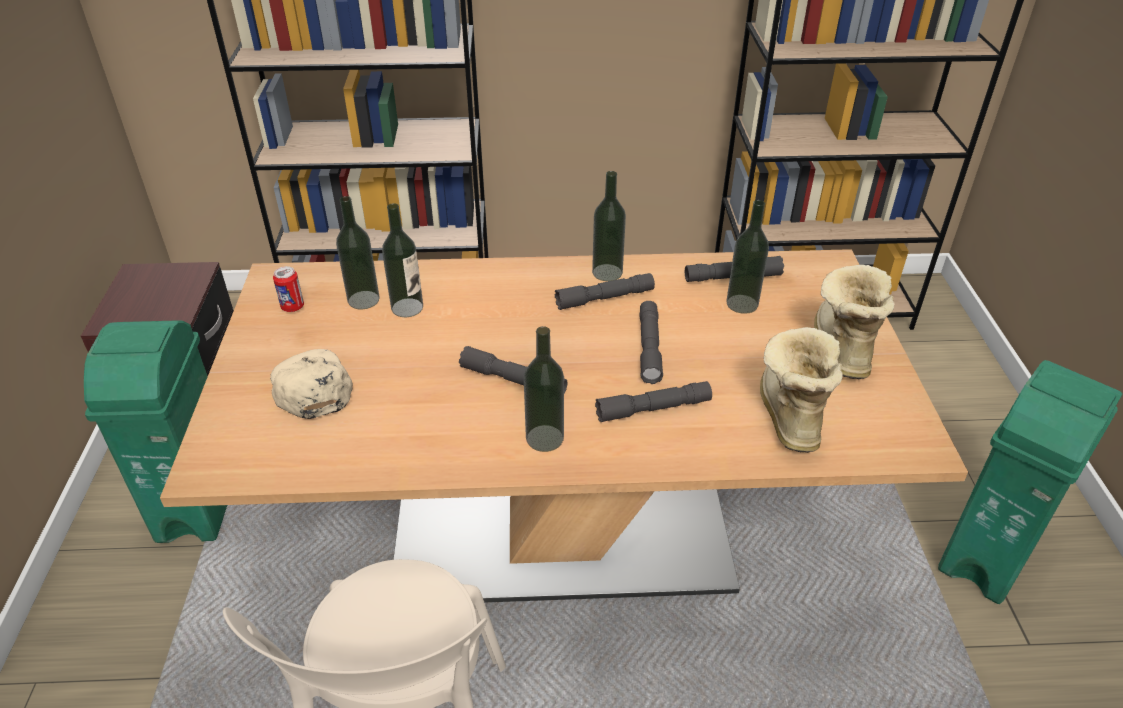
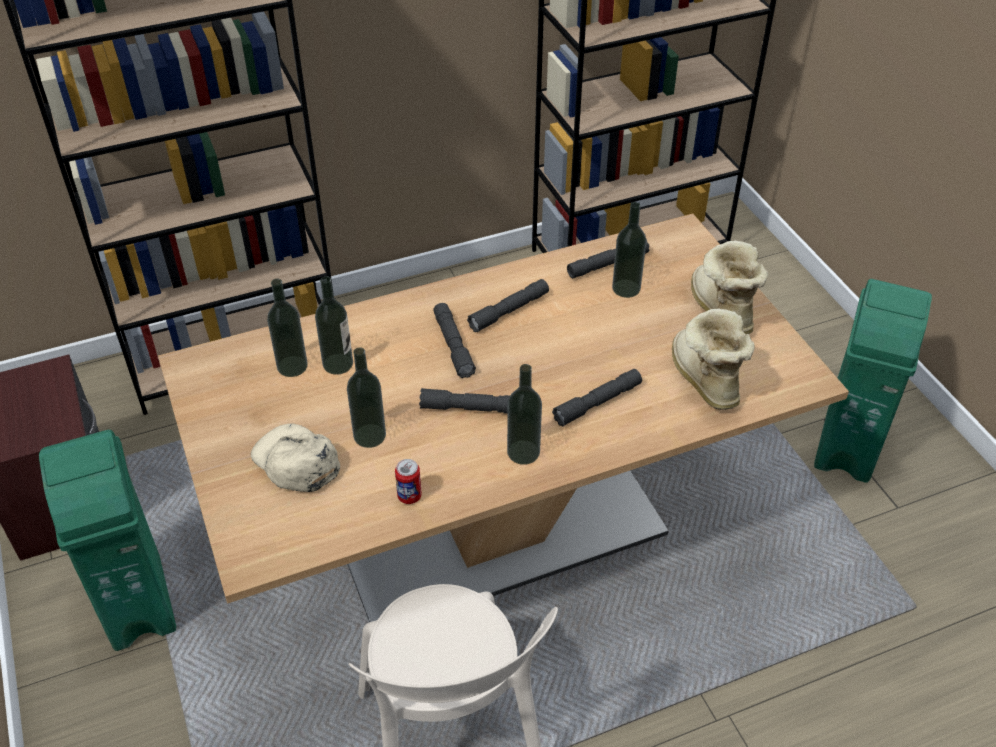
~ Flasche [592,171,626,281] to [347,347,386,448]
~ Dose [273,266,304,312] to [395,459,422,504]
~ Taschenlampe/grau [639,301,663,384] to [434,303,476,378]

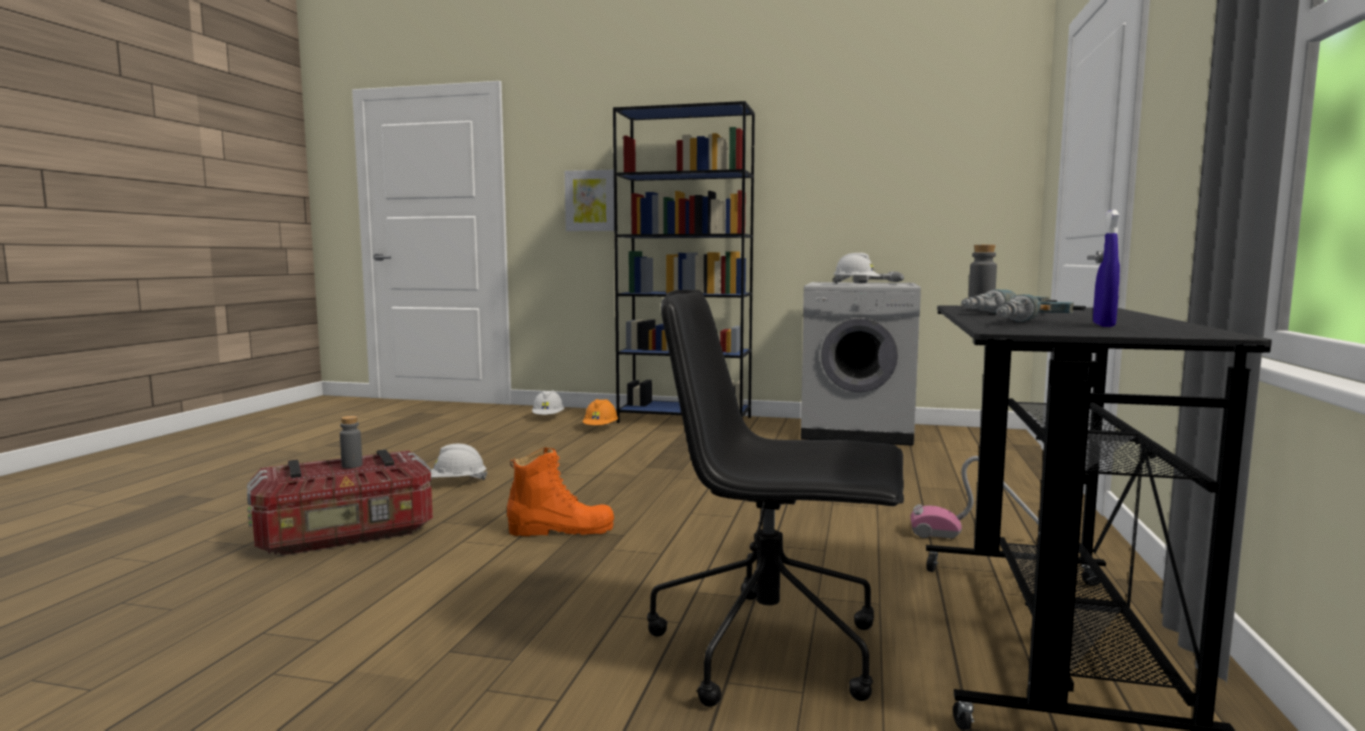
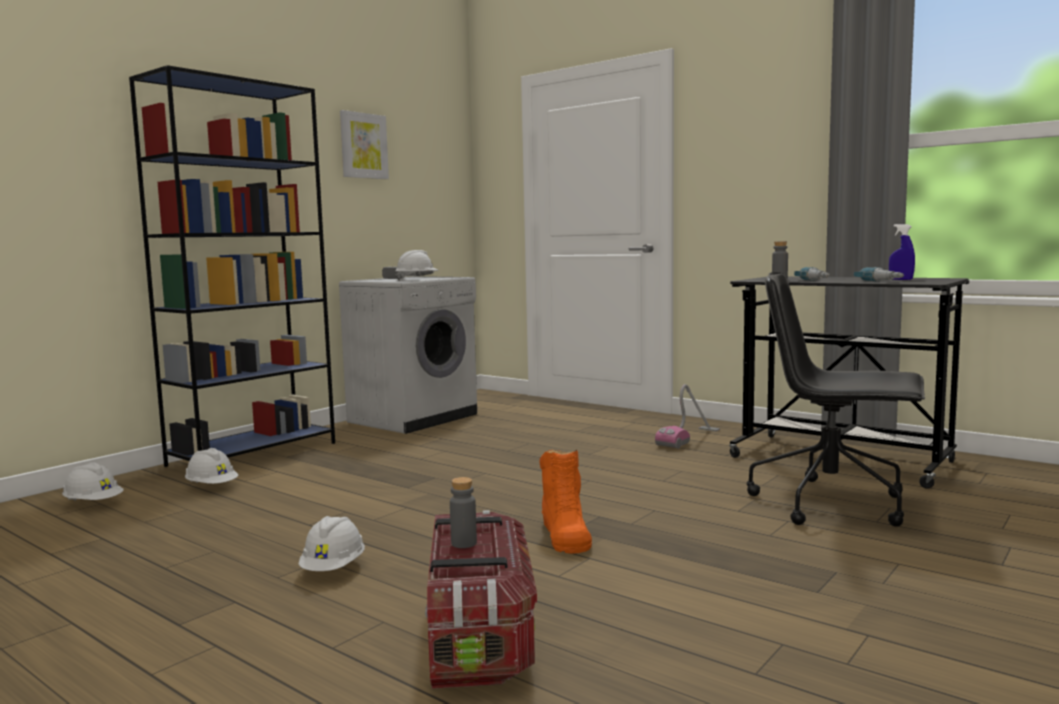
~ Bild [565,170,614,231] to [340,110,389,179]
~ Bürostuhl/schwarz [647,290,904,707] = [747,272,925,527] 75 degrees clockwise
~ Schutzhelm/orange [583,399,618,425] to Schutzhelm/weiß [185,448,239,484]
~ Stiefel/orange [507,447,614,536] = [539,450,592,554] 150 degrees clockwise

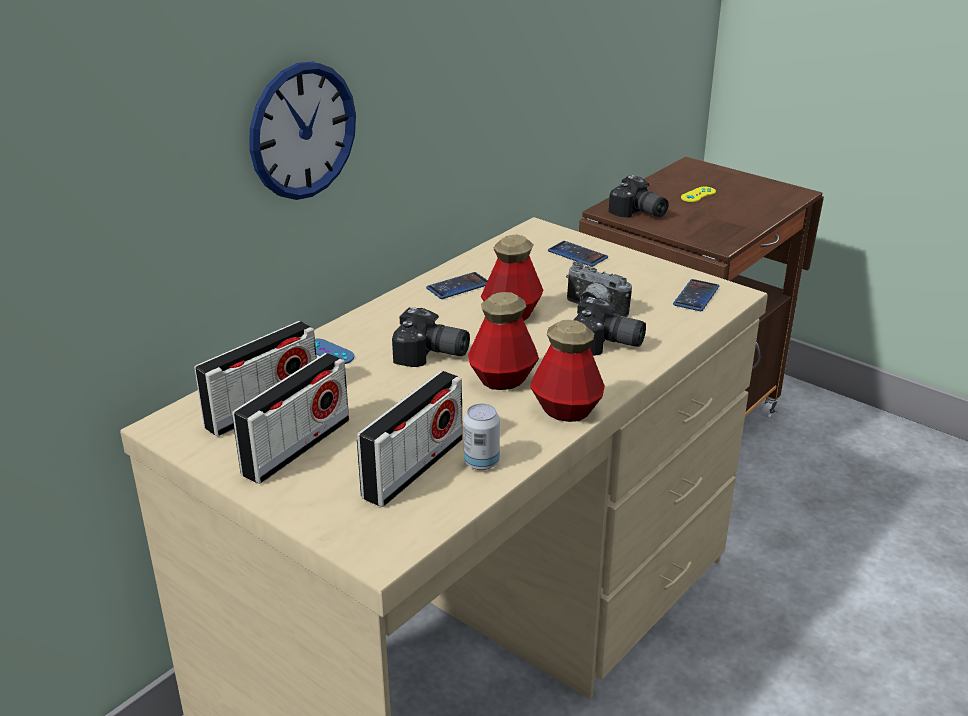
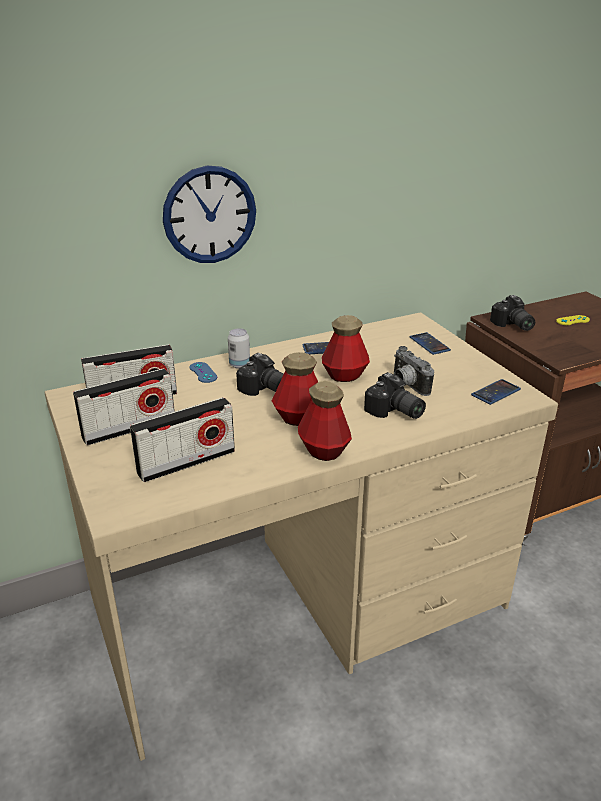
~ Dose [464,404,500,470] to [228,328,250,369]

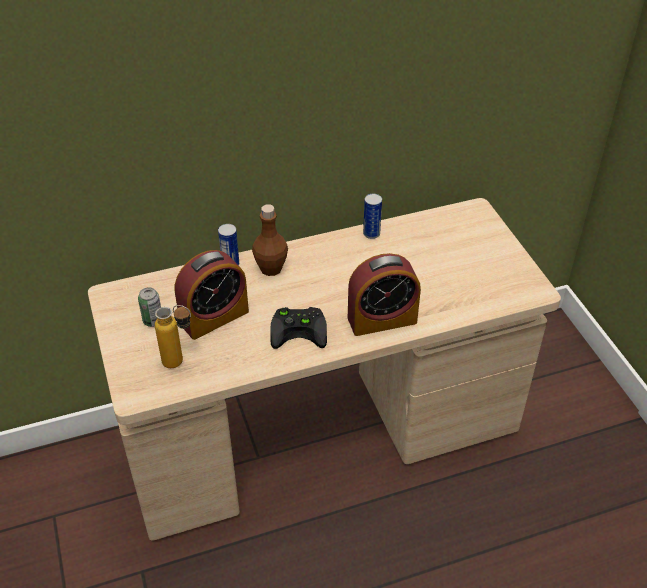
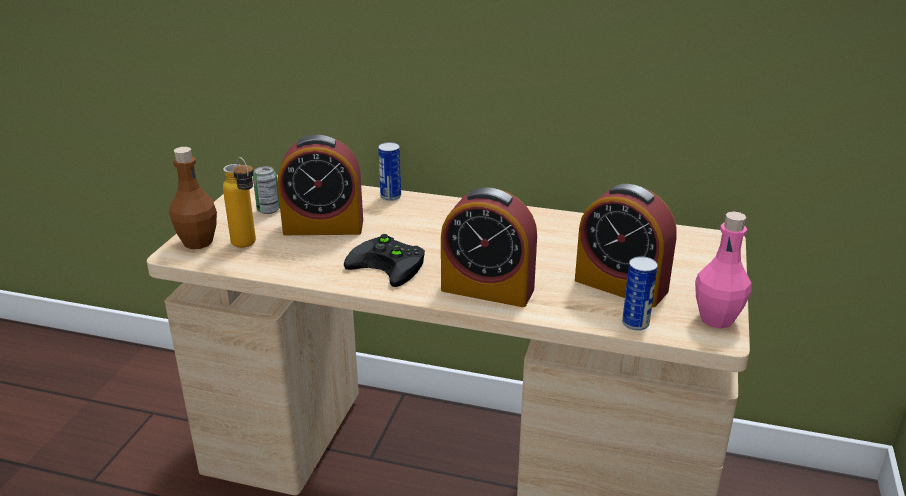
~ Dose [363,194,382,239] to [622,256,658,331]
~ Flasche/braun [252,204,288,276] to [169,147,217,249]
+ Wecker [575,184,677,307]
+ Flasche/rosa [695,212,751,329]

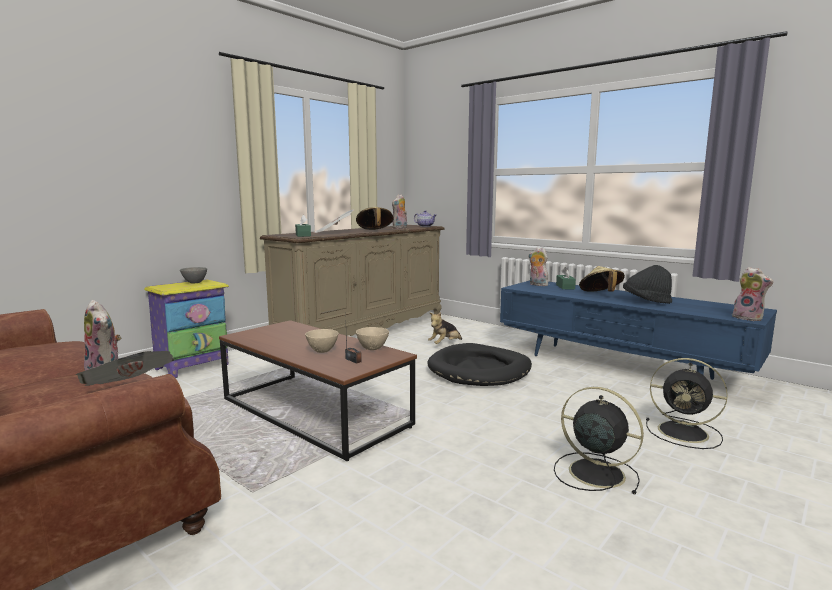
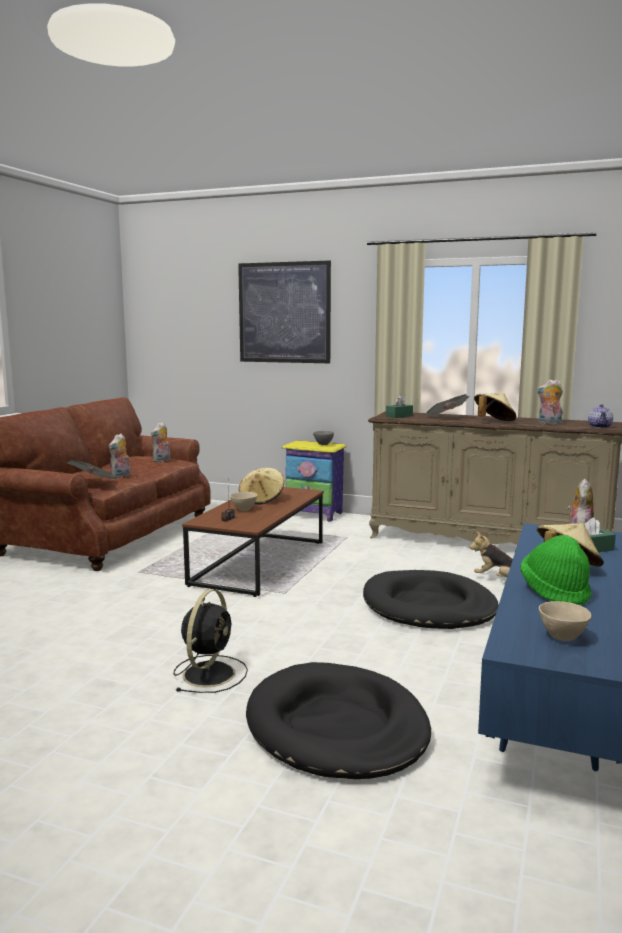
~ Hut/schwarz [623,265,672,304] to Hut/grün [520,535,591,605]
~ Plüschtier [730,267,773,321] to [151,422,171,463]
~ Schüssel/beige [356,327,389,350] to [539,601,591,641]
~ Ventilator/schwarz [646,358,728,449] to Hundebett/schwarz [246,662,431,779]
+ Bild [238,261,331,363]
+ Hut/beige [239,468,284,504]

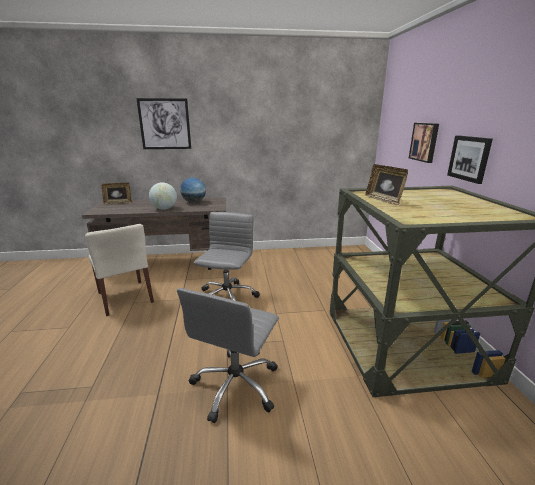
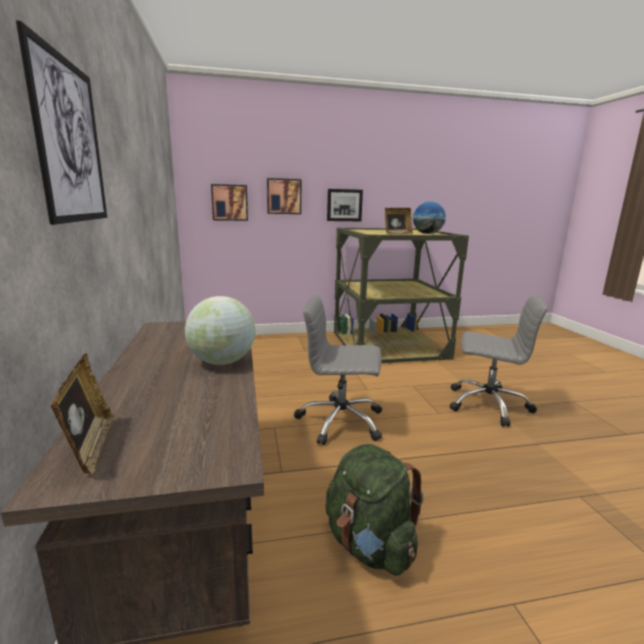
~ Globus [180,178,206,203] to [413,201,446,234]
~ Stuhl/beige [85,224,154,316] to Rucksack/grün [326,444,424,576]
+ Bild [211,184,248,221]

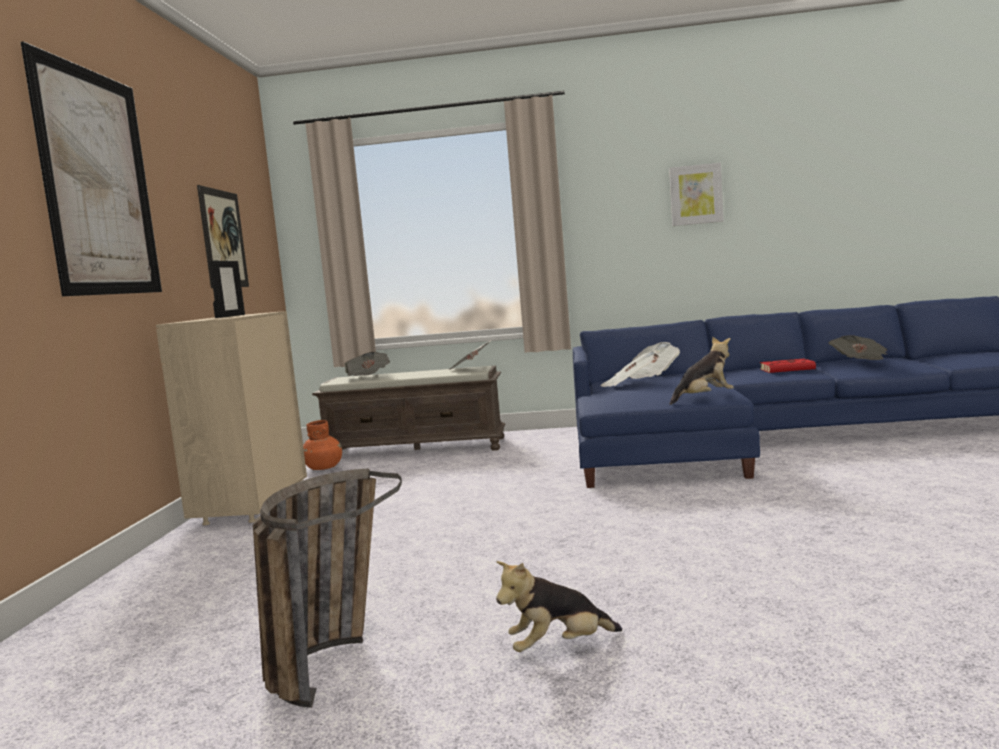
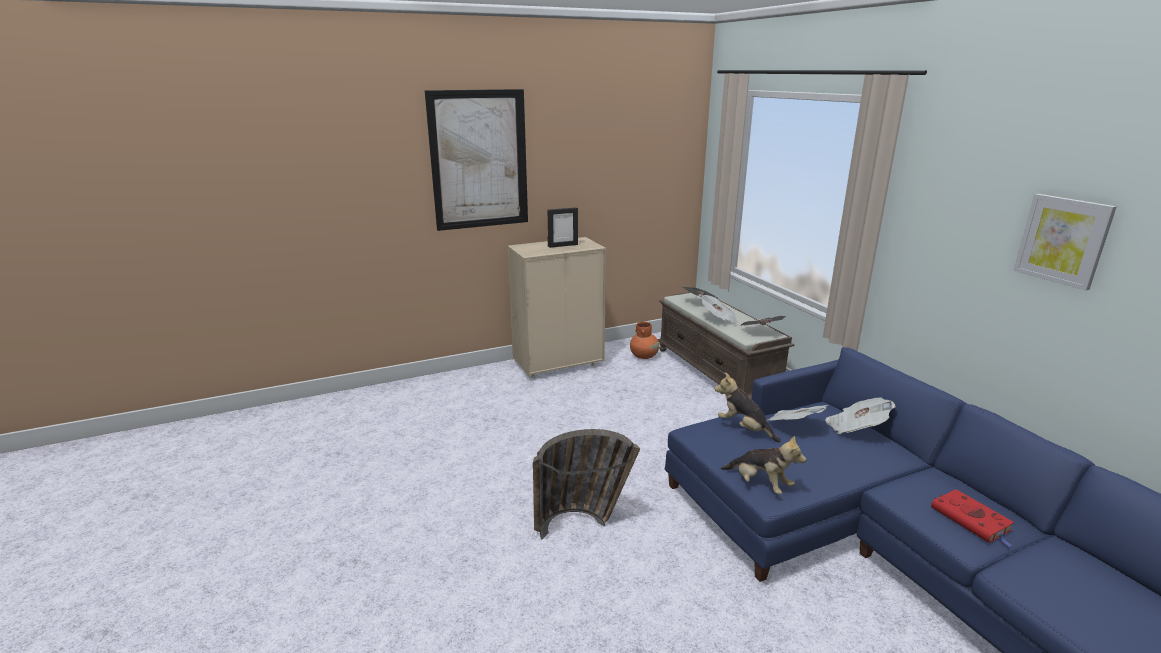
- Bild [197,185,249,288]
~ Zeitung [829,335,887,360] to [699,294,739,325]
~ Korb [253,468,402,708] to [533,429,640,539]
~ Plüschtier [496,561,622,652] to [715,372,781,442]

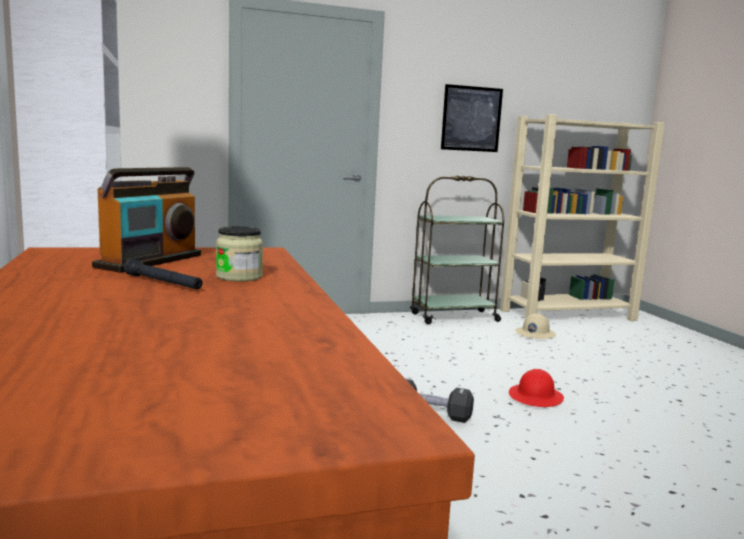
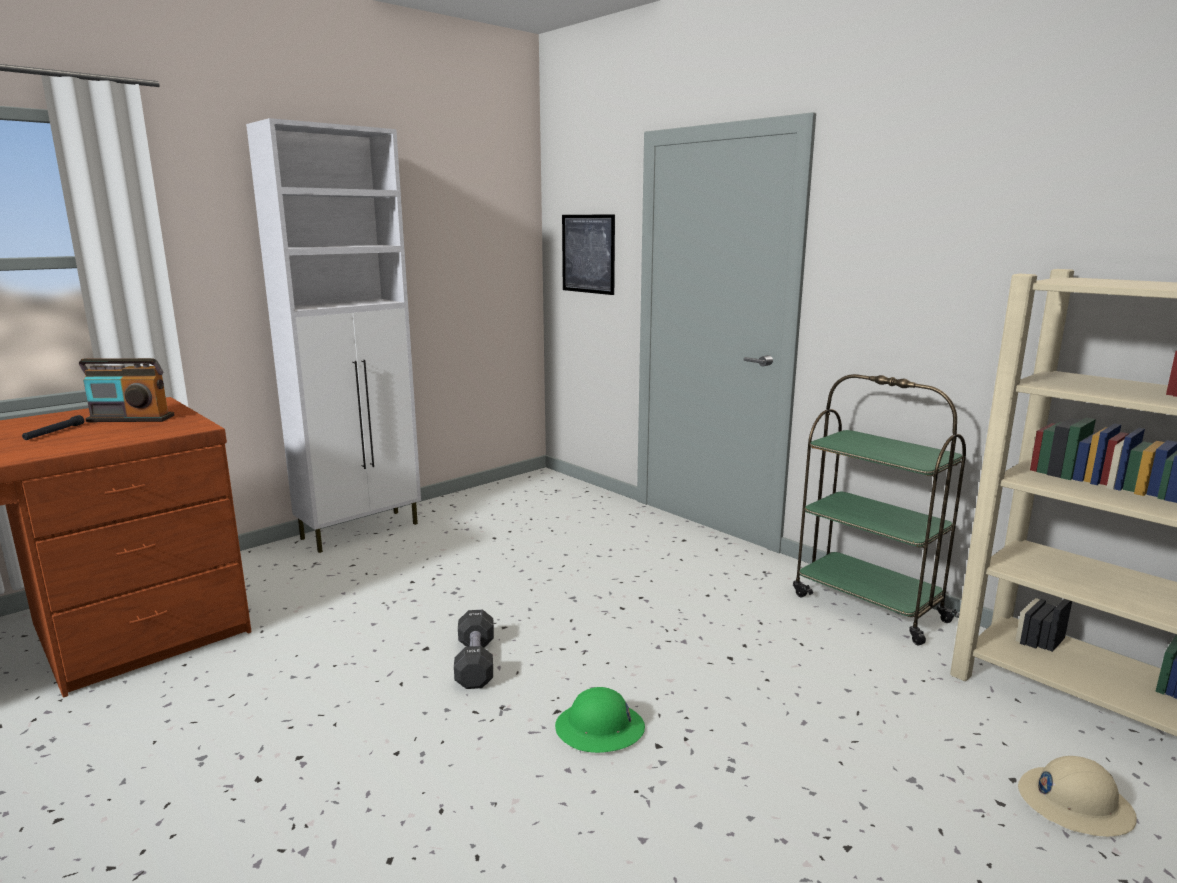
~ Bild [441,84,503,152] to [562,214,615,295]
- Vorratsglas [216,226,263,282]
~ Schutzhelm/beige [515,313,556,339] to [1018,756,1137,837]
~ Schutzhelm/rot [509,369,564,407] to Schutzhelm/grün [555,687,645,753]

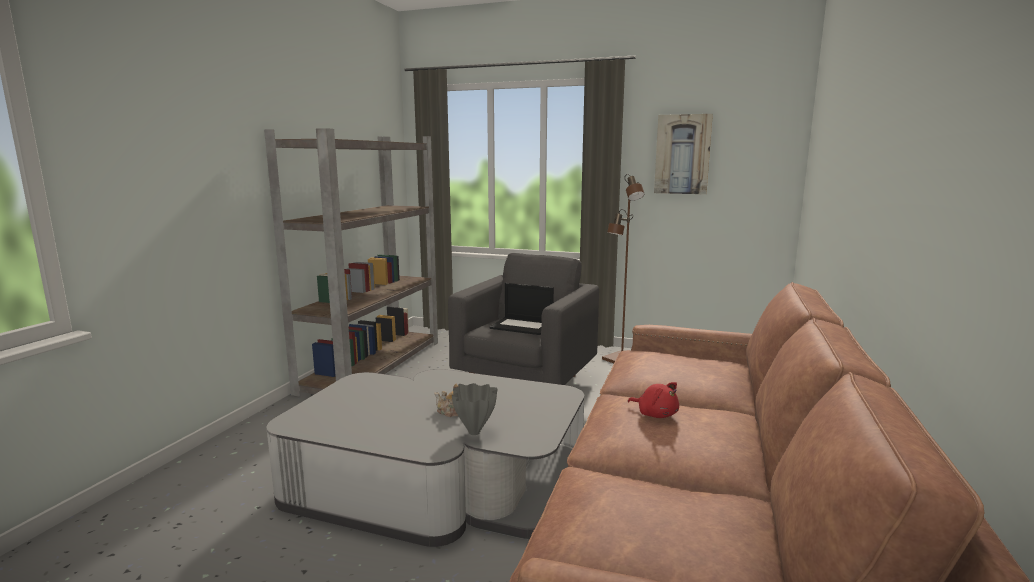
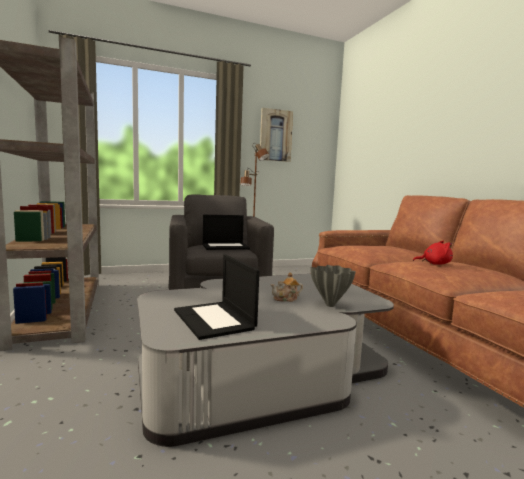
+ Laptop [174,255,260,340]

